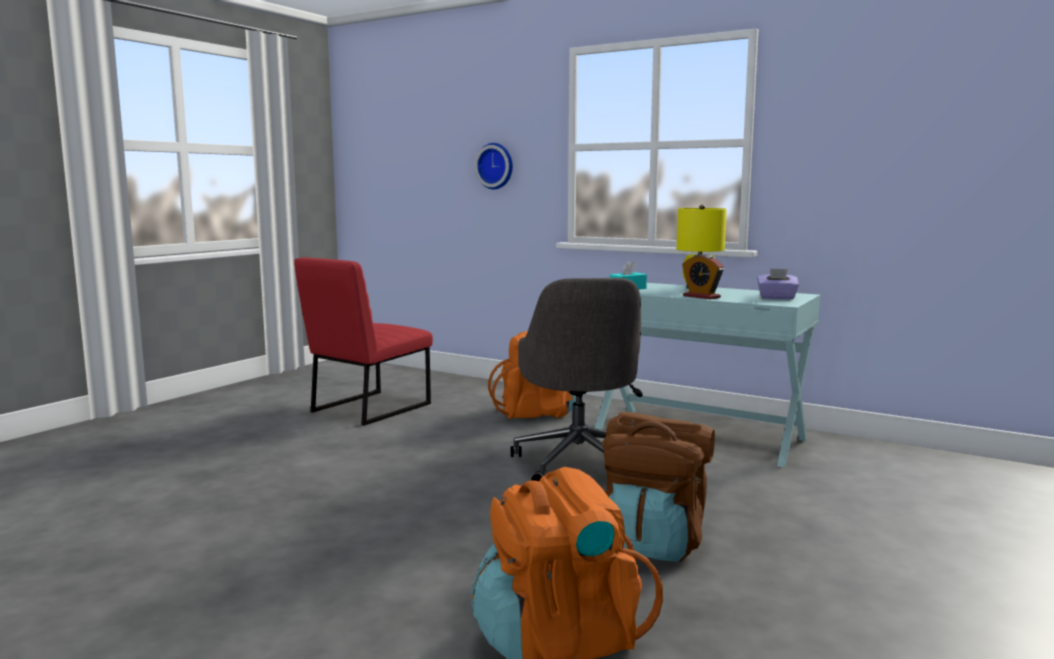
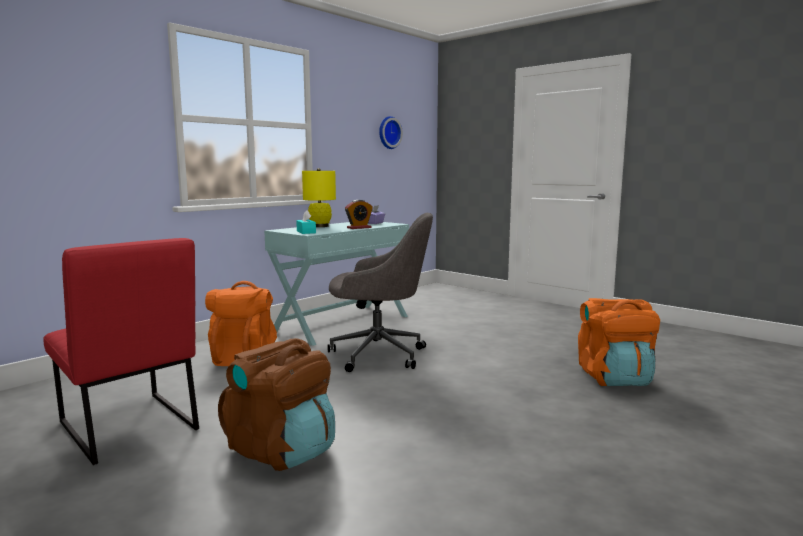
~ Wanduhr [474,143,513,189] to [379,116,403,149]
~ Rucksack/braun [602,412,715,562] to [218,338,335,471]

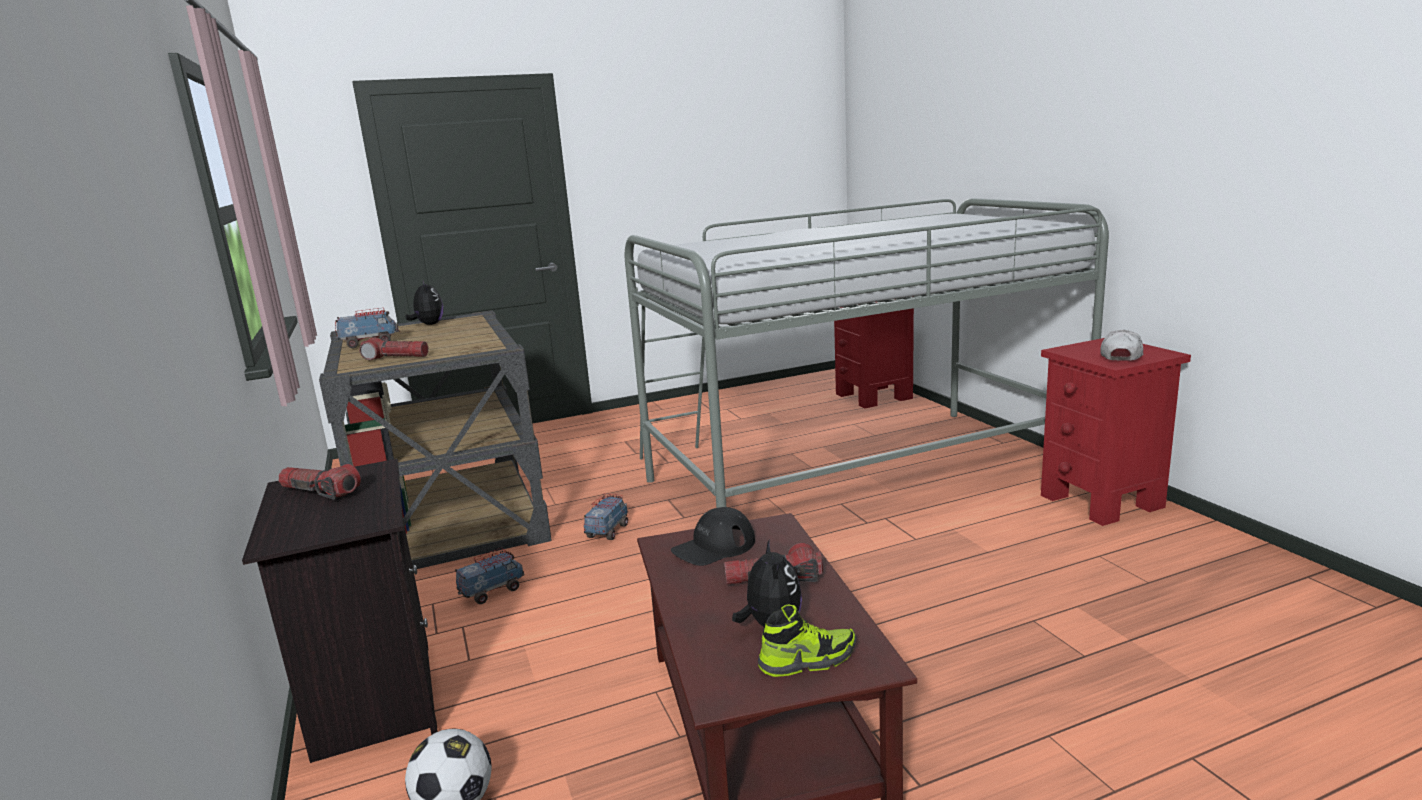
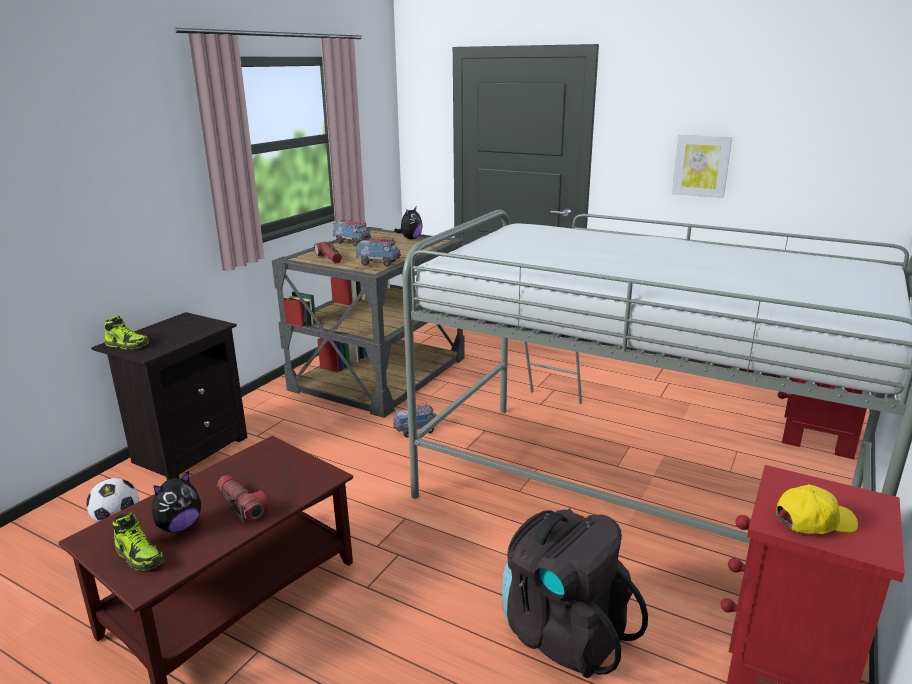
~ Kappe/weiß [1100,330,1143,361] to Kappe/gelb [776,484,858,534]
- Taschenlampe [279,464,361,500]
- Kappe/schwarz [671,507,755,566]
~ Spielzeuglaster [455,548,524,604] to [356,237,401,267]
+ Bild [672,135,732,198]
+ Schuh [105,315,149,350]
+ Rucksack/schwarz [502,509,648,678]

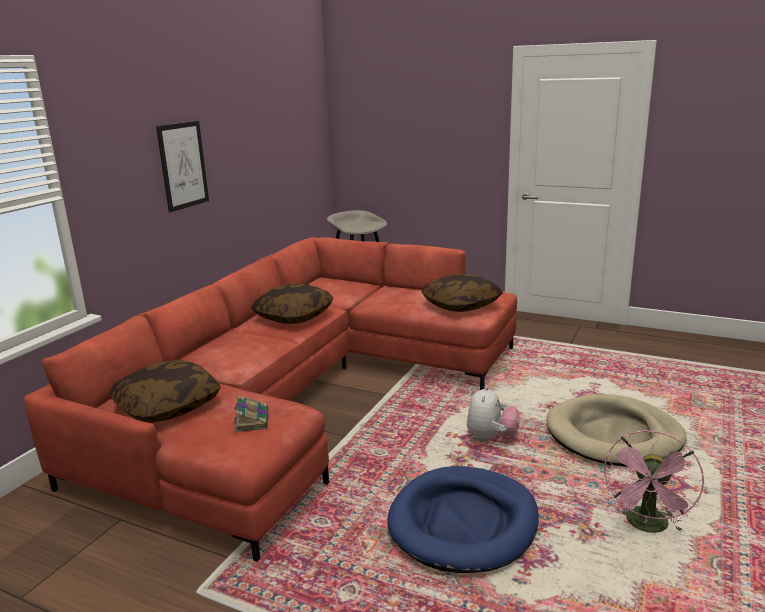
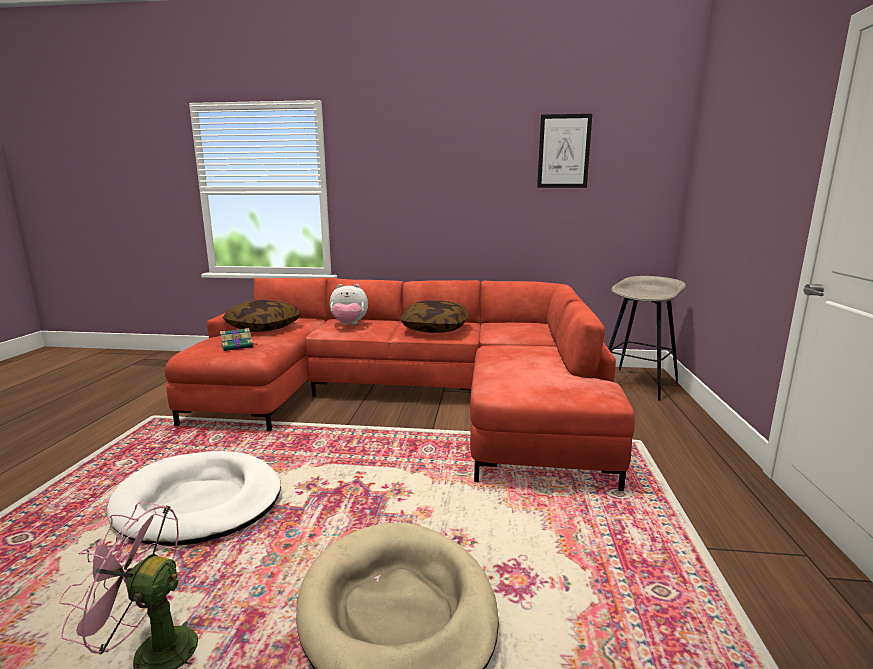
~ Bild [156,121,209,212] to [537,114,592,188]
- Kissen [421,274,503,312]
~ Plüschtier [467,385,520,442] to [330,284,368,325]
~ Hundebett/blau [387,466,539,573] to Hundebett/weiß [107,451,281,546]

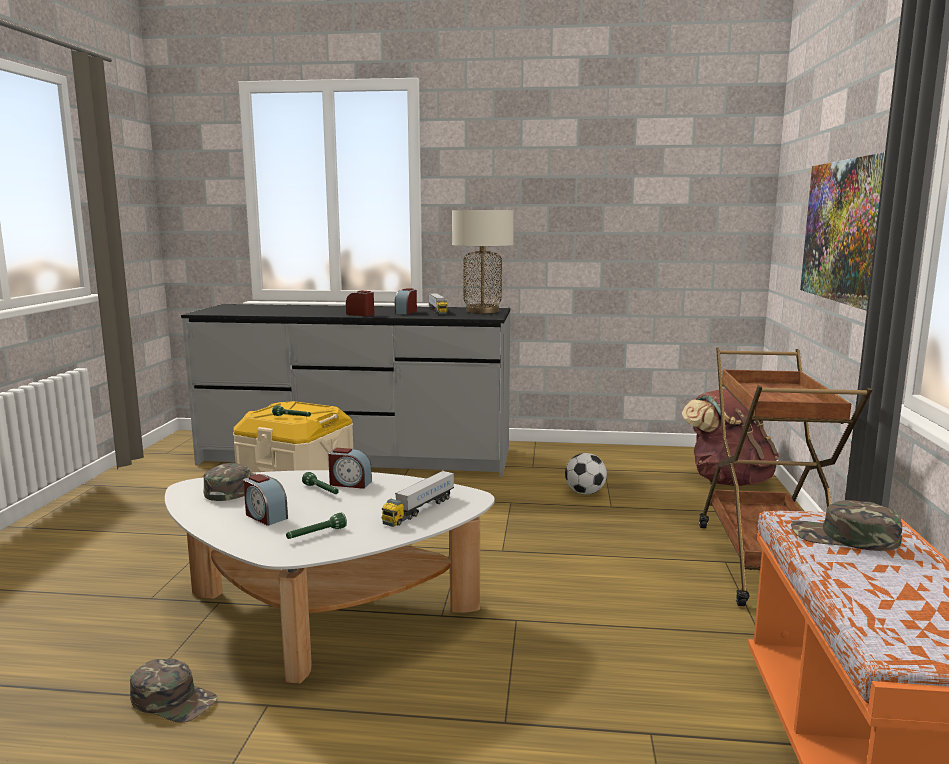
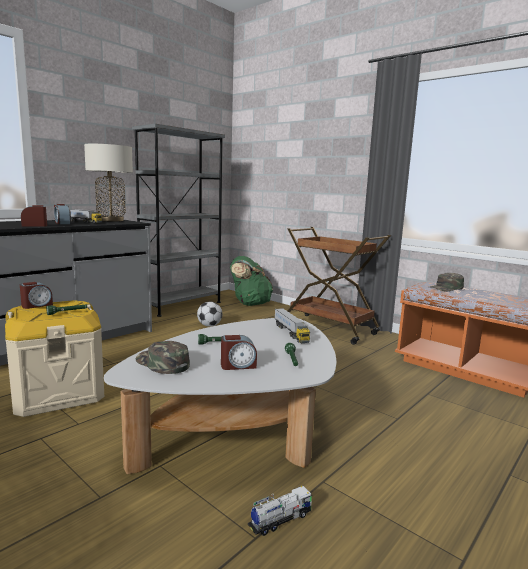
- Bild [800,152,885,311]
~ Rucksack/braun [682,389,779,486] to Rucksack/grün [230,256,273,306]
~ Wecker [328,448,372,489] to [20,282,53,309]
~ Kappe/grün [130,658,218,723] to Spielzeuglaster [248,486,313,536]
+ Bücherregal/grau [132,124,225,317]

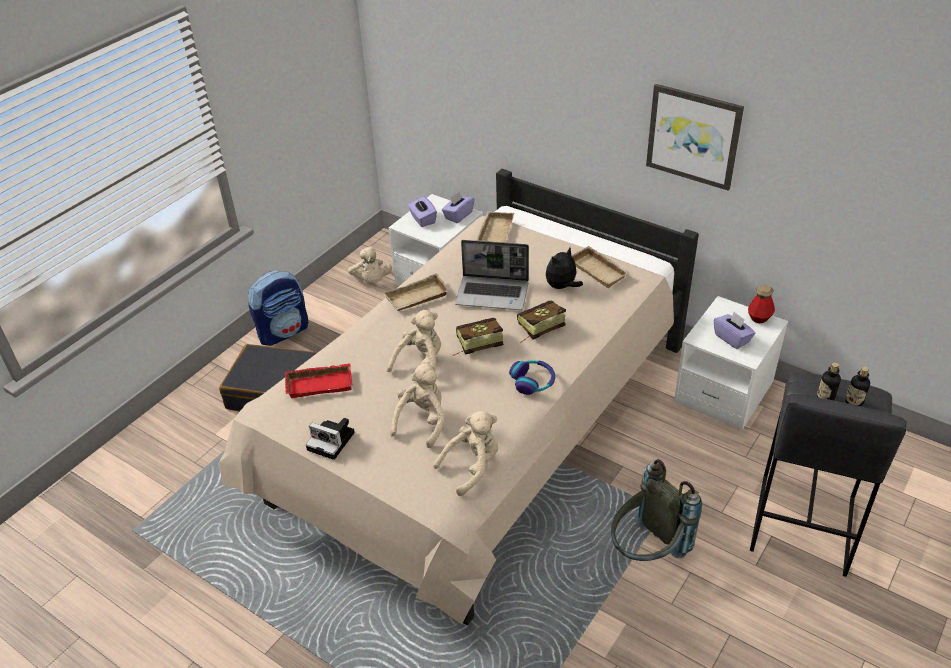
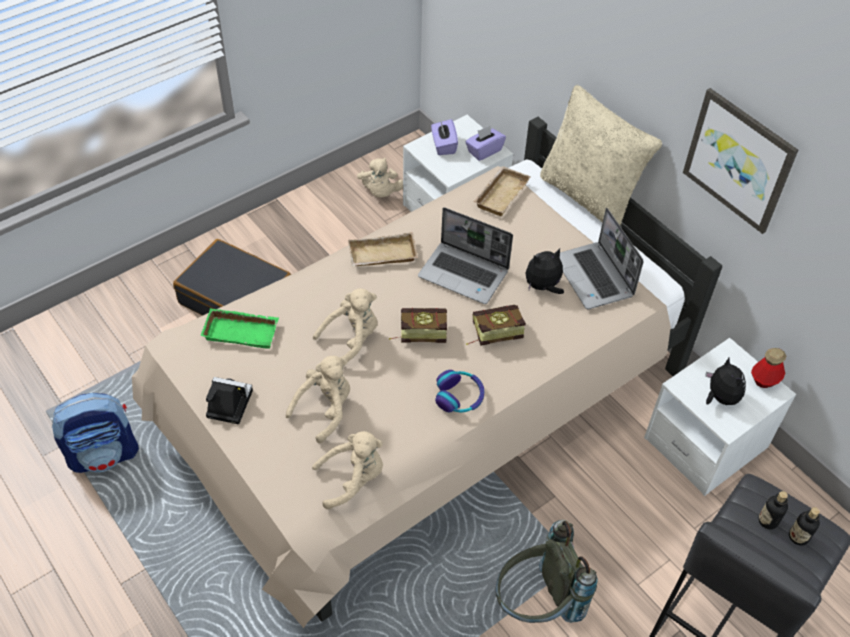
~ Tablett/beige [571,246,630,288] to Laptop [559,208,644,309]
~ Rucksack [248,270,308,346] to [52,393,139,473]
~ Taschentuchbox/lila [714,312,755,349] to Plüschtier [705,357,746,405]
~ Tablett/rot [285,363,353,398] to Tablett/grün [201,308,279,349]
~ Kamera [306,418,355,460] = [206,377,253,424] 150 degrees clockwise
+ Kissen/beige [540,85,662,225]

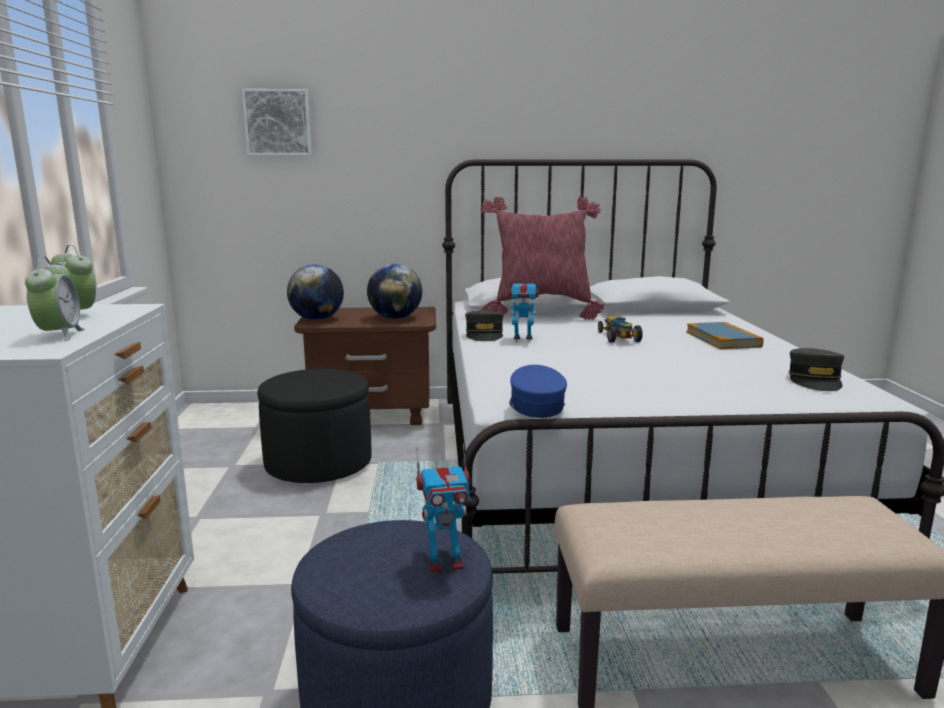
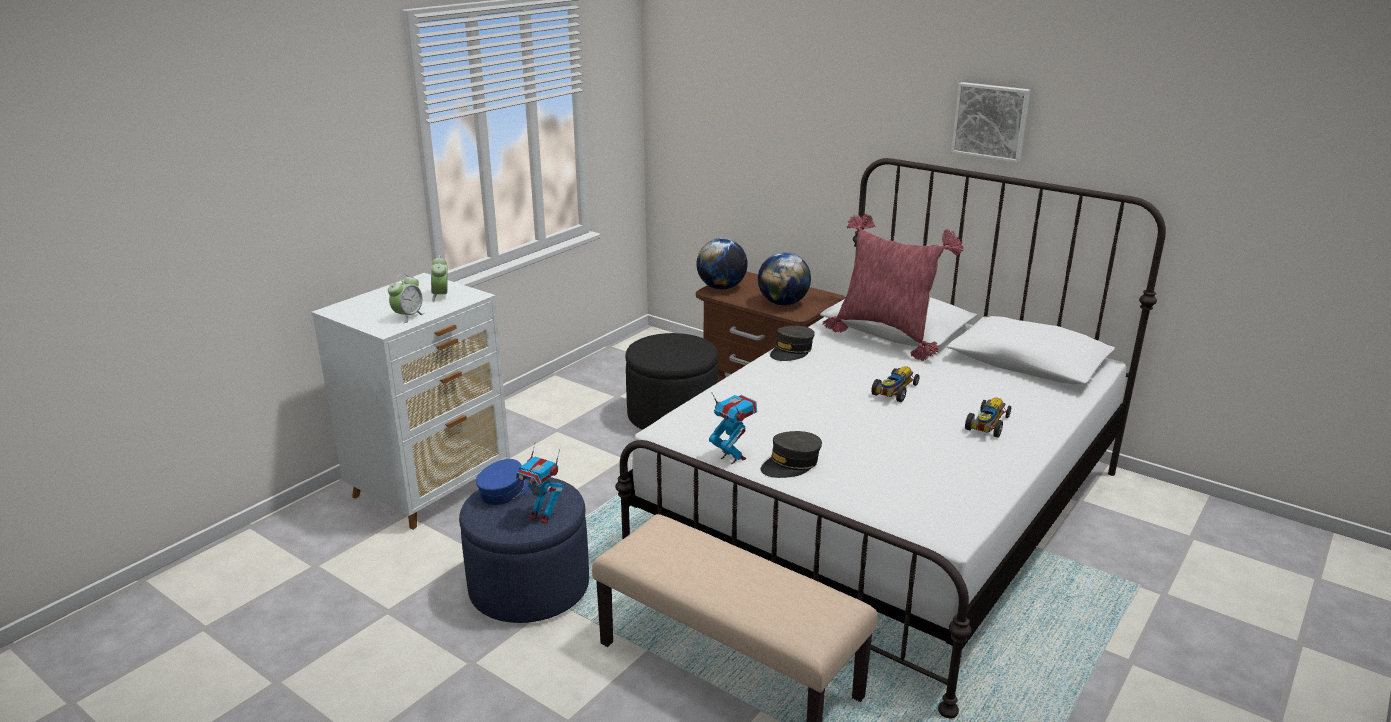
~ Bild [242,89,312,156] to [951,82,1030,163]
~ Spielzeugroboter [509,277,539,342] to [709,392,757,464]
~ Buch [686,322,764,349] to Spielzeugauto [965,398,1011,438]
~ Kappe/grau [788,348,844,391] to [760,431,822,478]
~ Kappe/blau [509,365,567,418] to [476,459,531,505]

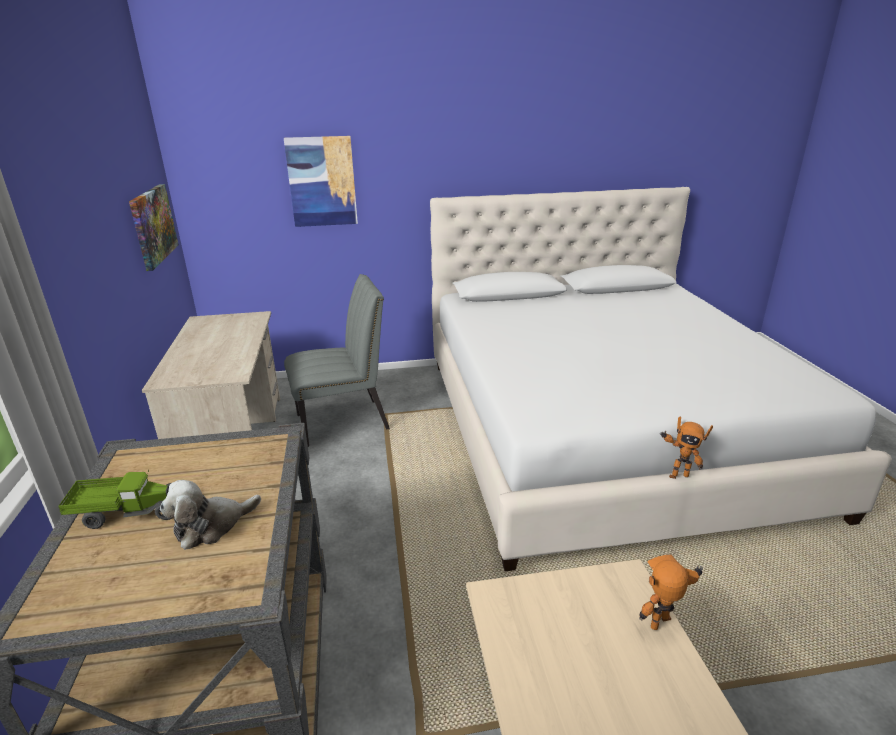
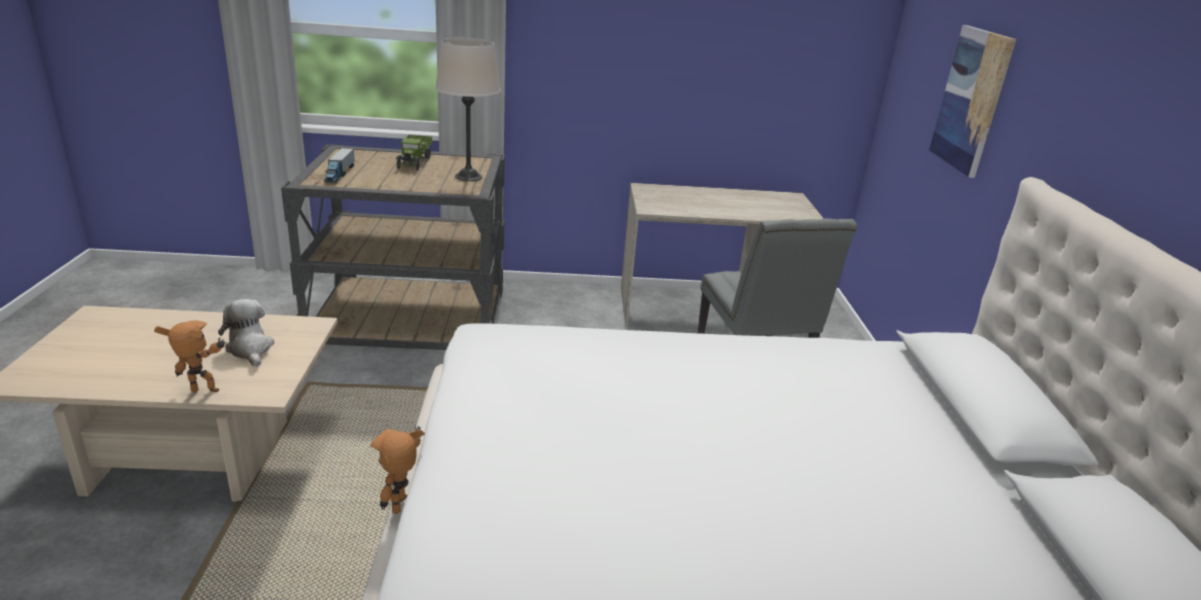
- Bild [129,184,179,271]
~ Plüschtier [160,480,261,550] to [218,299,274,367]
~ Spielzeugroboter [639,555,703,630] = [154,321,227,393] 75 degrees counterclockwise
+ Tischlampe/beige [435,38,501,181]
+ Spielzeuglaster [324,148,355,183]

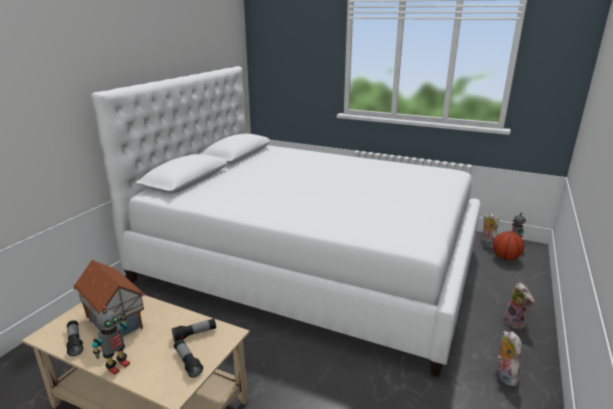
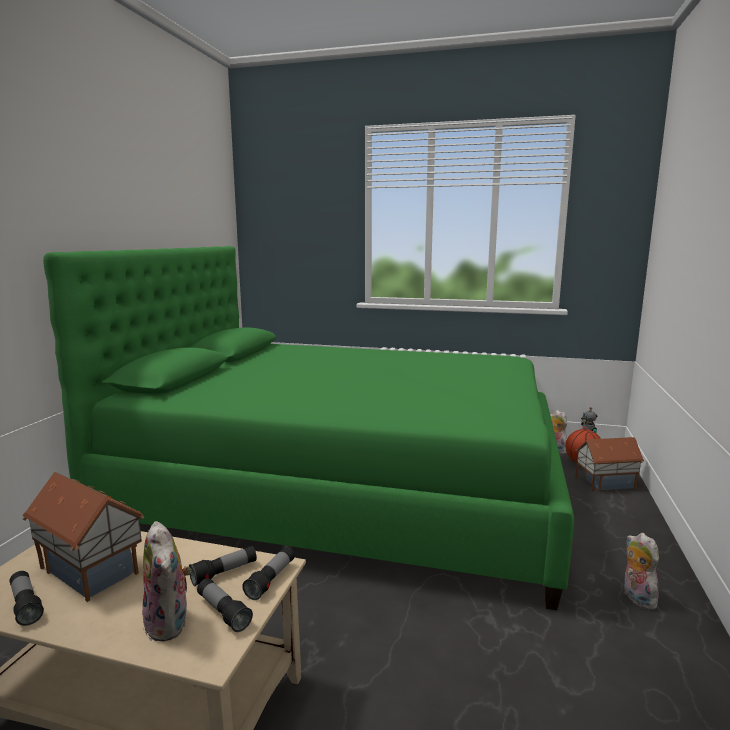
~ Bett/weiß [91,66,481,377] to Bett/grün [43,246,574,610]
~ Plüschtier [504,283,534,329] to [142,521,191,642]
- Spielzeugroboter [92,306,130,375]
+ Spielzeughaus [575,437,644,491]
+ Taschenlampe [242,547,295,600]

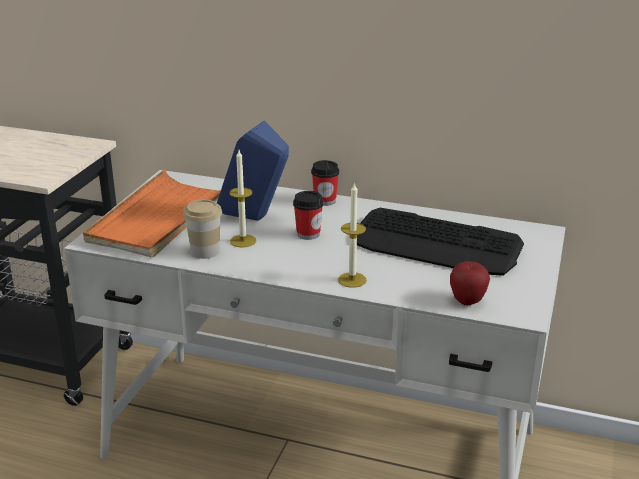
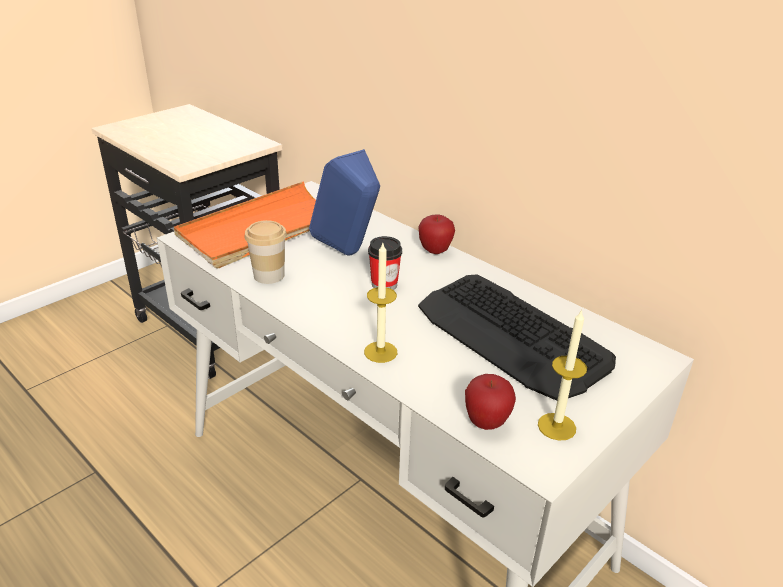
~ Kerze [229,150,256,248] to [538,309,587,441]
~ Tasse [311,160,339,206] to Apfel [418,215,455,254]

